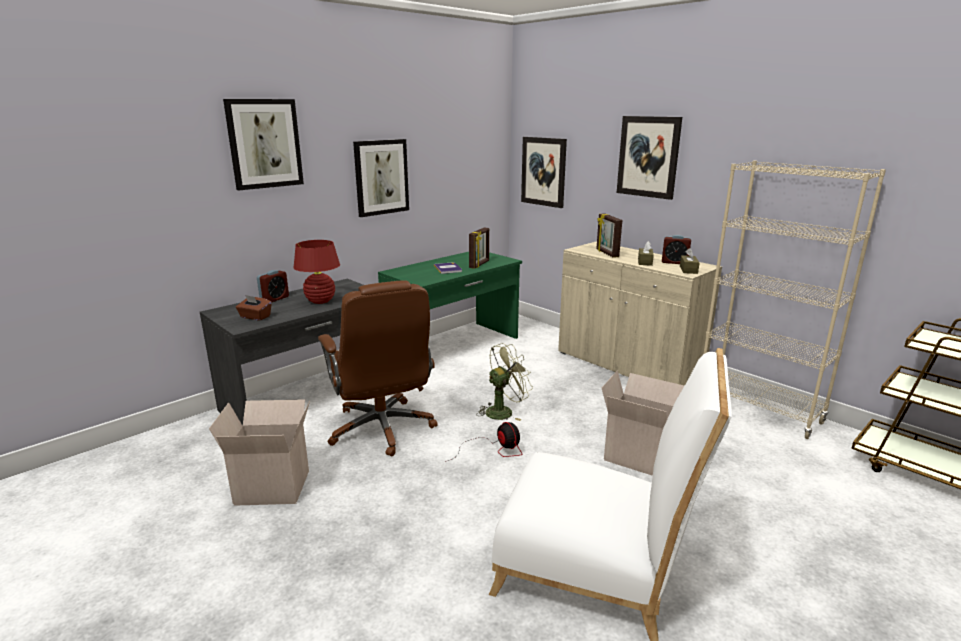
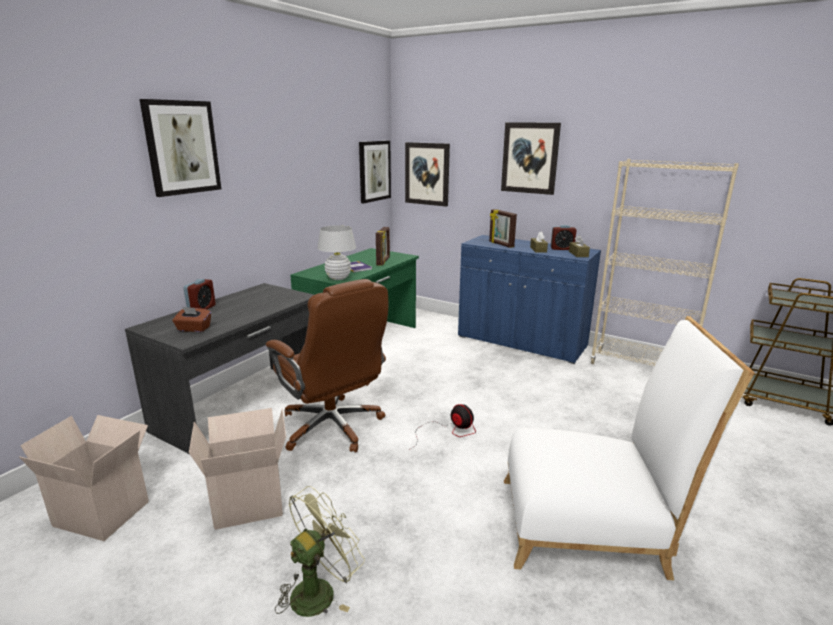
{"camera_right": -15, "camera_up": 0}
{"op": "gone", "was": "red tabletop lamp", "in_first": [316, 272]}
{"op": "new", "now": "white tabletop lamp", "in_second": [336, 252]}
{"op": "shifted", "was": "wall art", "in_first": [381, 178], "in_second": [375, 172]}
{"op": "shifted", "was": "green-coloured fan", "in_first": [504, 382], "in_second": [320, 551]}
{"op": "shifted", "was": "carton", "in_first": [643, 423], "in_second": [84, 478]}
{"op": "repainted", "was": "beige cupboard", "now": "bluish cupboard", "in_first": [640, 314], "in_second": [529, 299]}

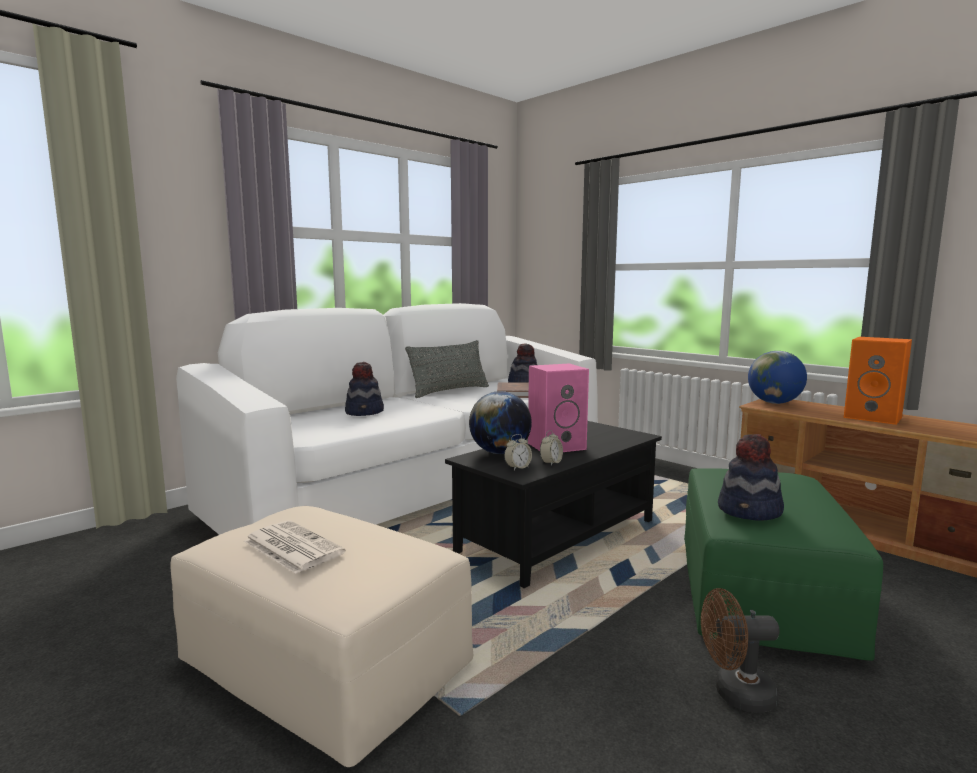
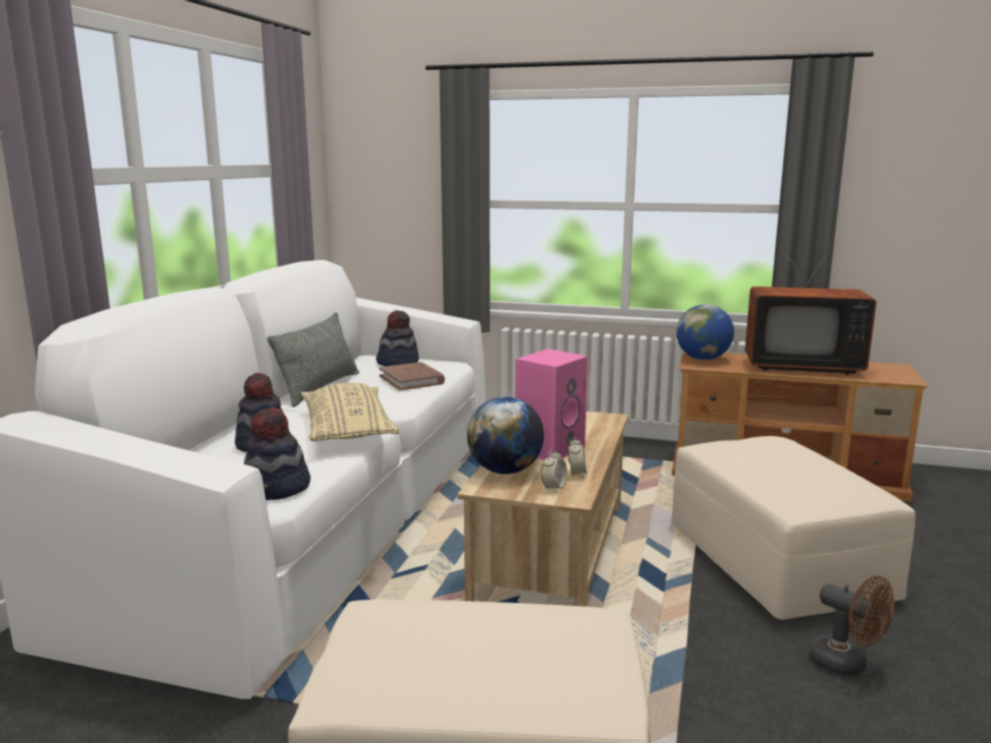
{"camera_right": -30, "camera_up": 5}
{"op": "gone", "was": "newspaper", "in_first": [295, 547]}
{"op": "new", "now": "beige pillow", "in_second": [350, 412]}
{"op": "shifted", "was": "wearable hat", "in_first": [751, 477], "in_second": [277, 453]}
{"op": "swapped", "was": "orangey speaker", "now": "television", "in_first": [878, 381], "in_second": [810, 312]}
{"op": "repainted", "was": "black-coloured coffee table", "now": "beige coffee table", "in_first": [553, 504], "in_second": [542, 509]}
{"op": "repainted", "was": "green-coloured pouffe", "now": "beige pouffe", "in_first": [783, 564], "in_second": [793, 528]}
{"op": "rotated", "was": "brownish fan", "in_first": [740, 650], "in_second": [852, 626], "clockwise": -105}

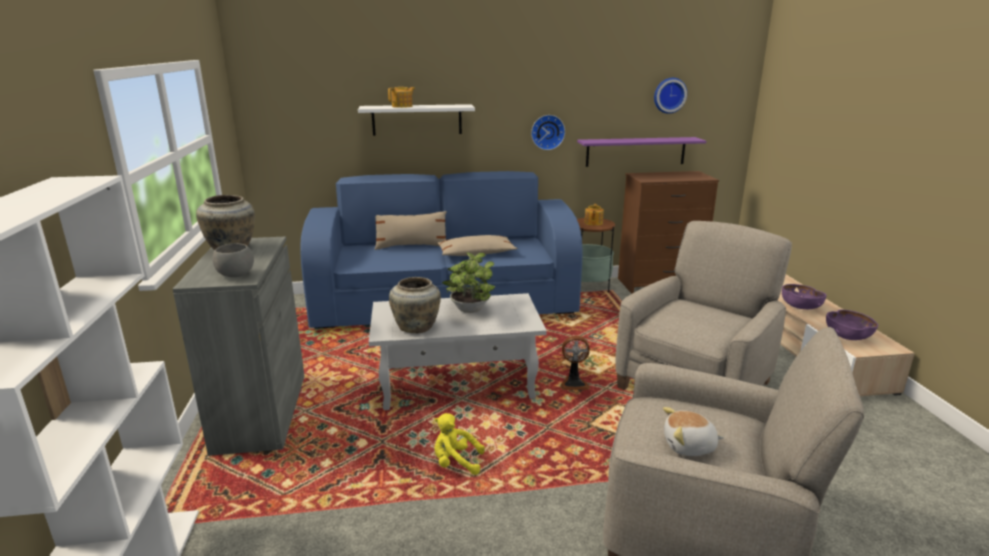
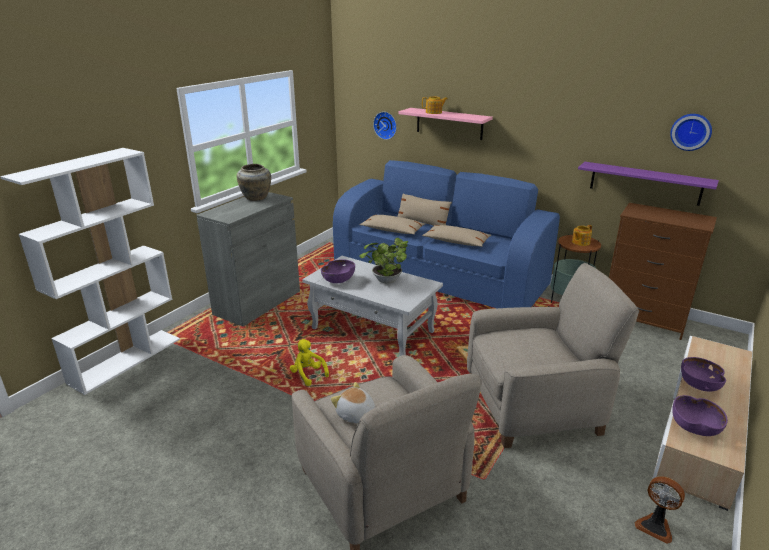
{"camera_right": 40, "camera_up": 5}
{"op": "gone", "was": "grey serving bowl", "in_first": [233, 260]}
{"op": "new", "now": "beige pillow", "in_second": [392, 224]}
{"op": "shifted", "was": "clock on the wall", "in_first": [548, 132], "in_second": [385, 126]}
{"op": "shifted", "was": "fan", "in_first": [575, 363], "in_second": [659, 510]}
{"op": "swapped", "was": "beige flower vase", "now": "purple-coloured serving bowl", "in_first": [415, 305], "in_second": [338, 271]}
{"op": "repainted", "was": "white wall shelf", "now": "pinkish wall shelf", "in_first": [416, 120], "in_second": [445, 124]}

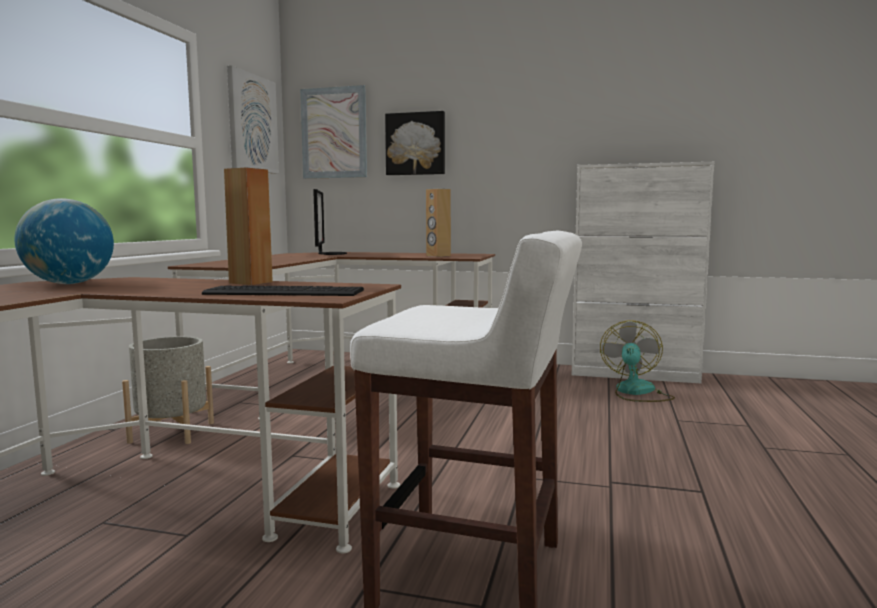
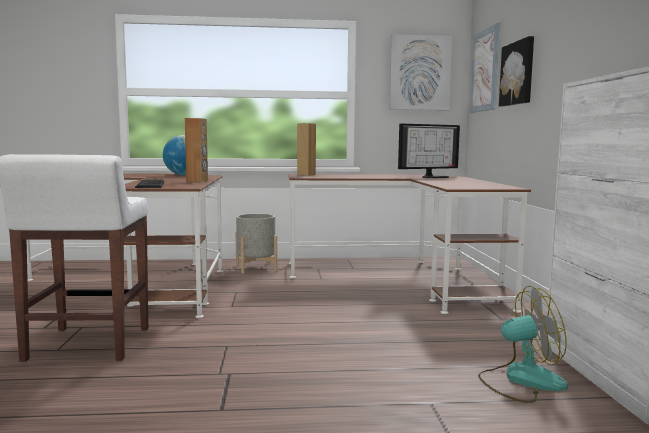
{"camera_right": 70, "camera_up": 0}
{"op": "shifted", "was": "brownish speaker", "in_first": [438, 223], "in_second": [306, 149]}

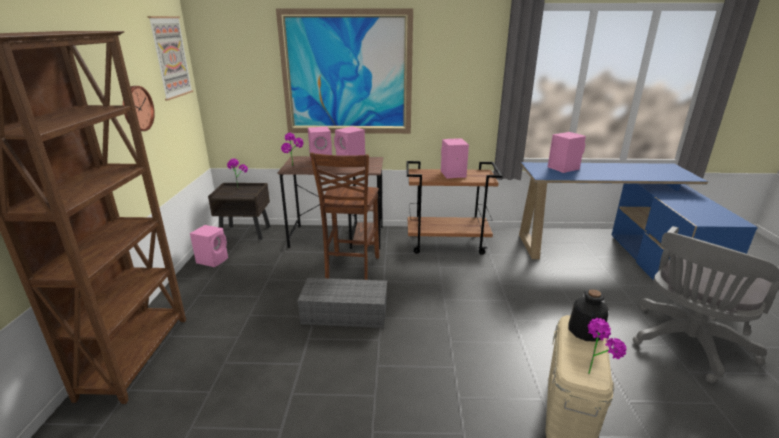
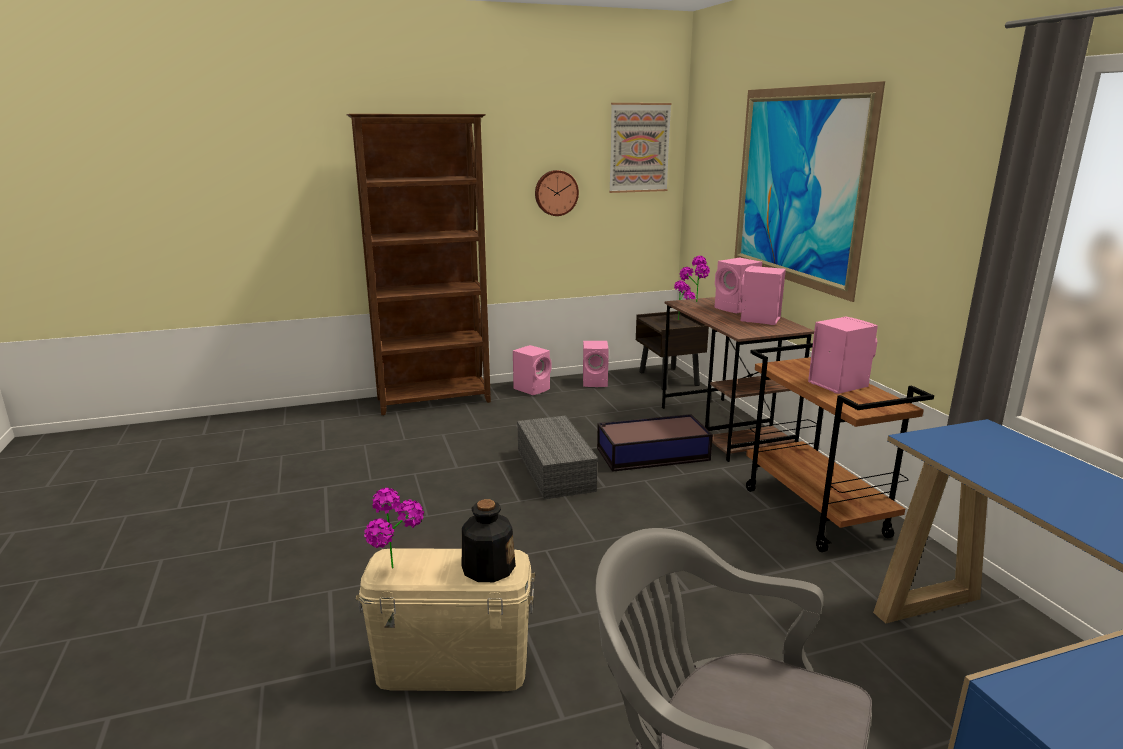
{"camera_right": 70, "camera_up": -5}
{"op": "shifted", "was": "pinkish speaker", "in_first": [567, 152], "in_second": [532, 370]}
{"op": "swapped", "was": "brownish upright chair", "now": "storage box", "in_first": [344, 216], "in_second": [655, 443]}

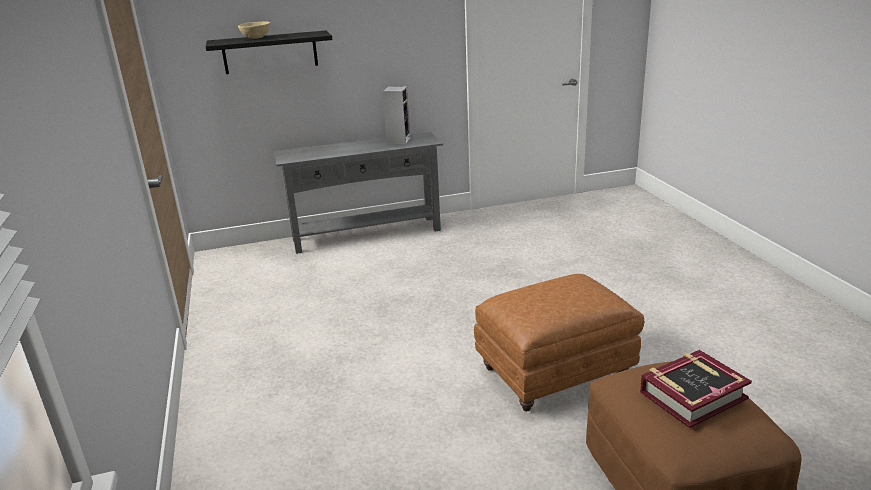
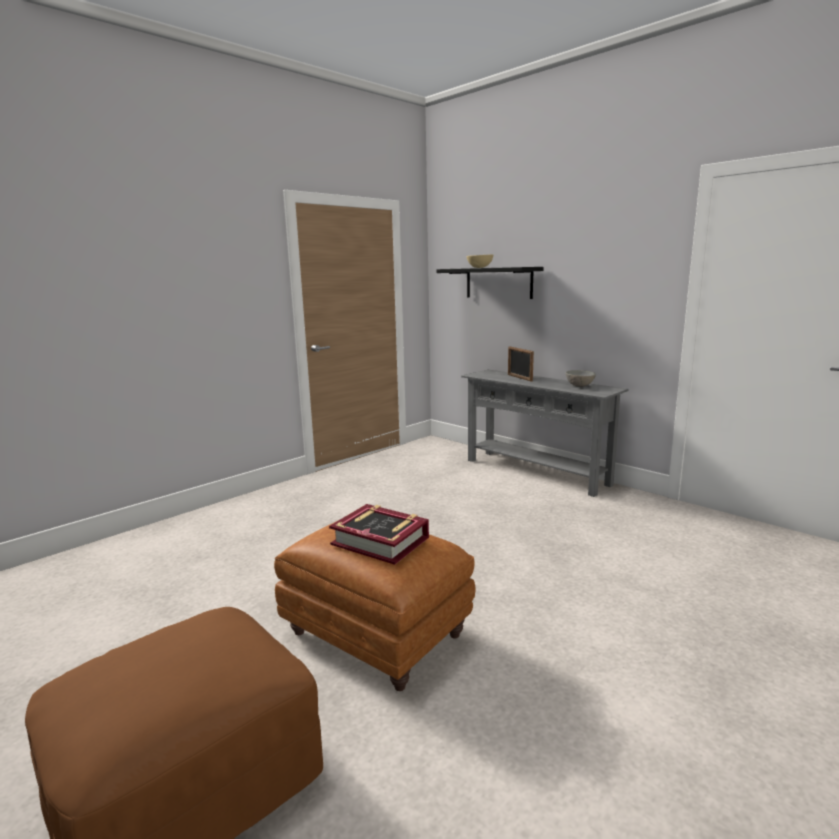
{"camera_right": 60, "camera_up": -10}
{"op": "new", "now": "picture frame", "in_second": [521, 364]}
{"op": "shifted", "was": "volume", "in_first": [696, 389], "in_second": [379, 534]}
{"op": "swapped", "was": "speaker", "now": "grey serving bowl", "in_first": [396, 115], "in_second": [580, 378]}

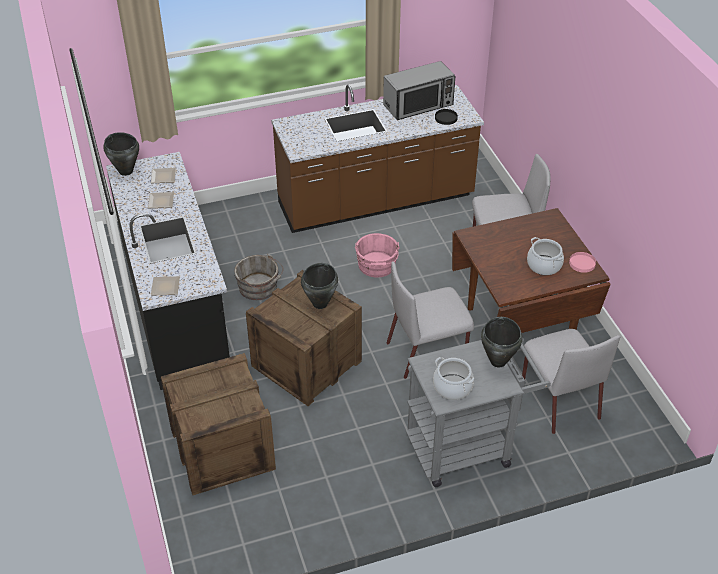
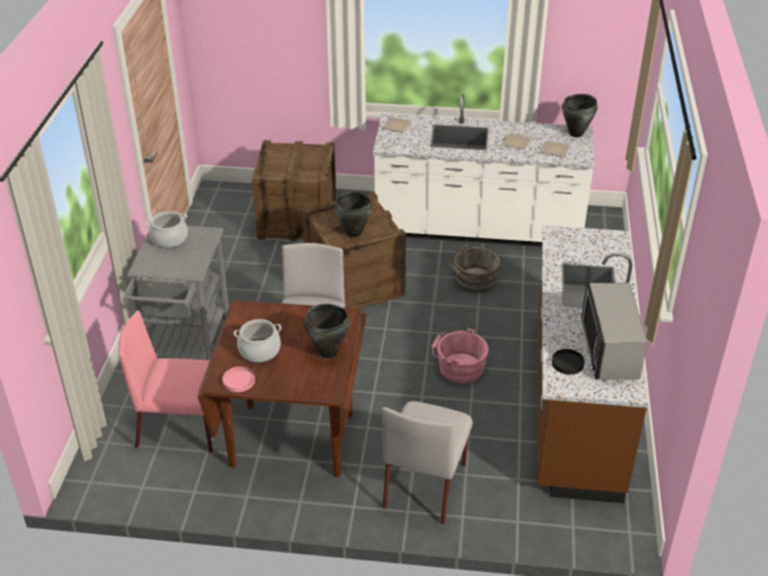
{"camera_right": 115, "camera_up": -5}
{"op": "shifted", "was": "black-coloured saucepot", "in_first": [502, 342], "in_second": [327, 331]}
{"op": "repainted", "was": "black-coloured counter", "now": "white counter", "in_first": [168, 271], "in_second": [484, 170]}
{"op": "repainted", "was": "grey upright chair", "now": "pinkish upright chair", "in_first": [571, 381], "in_second": [166, 381]}

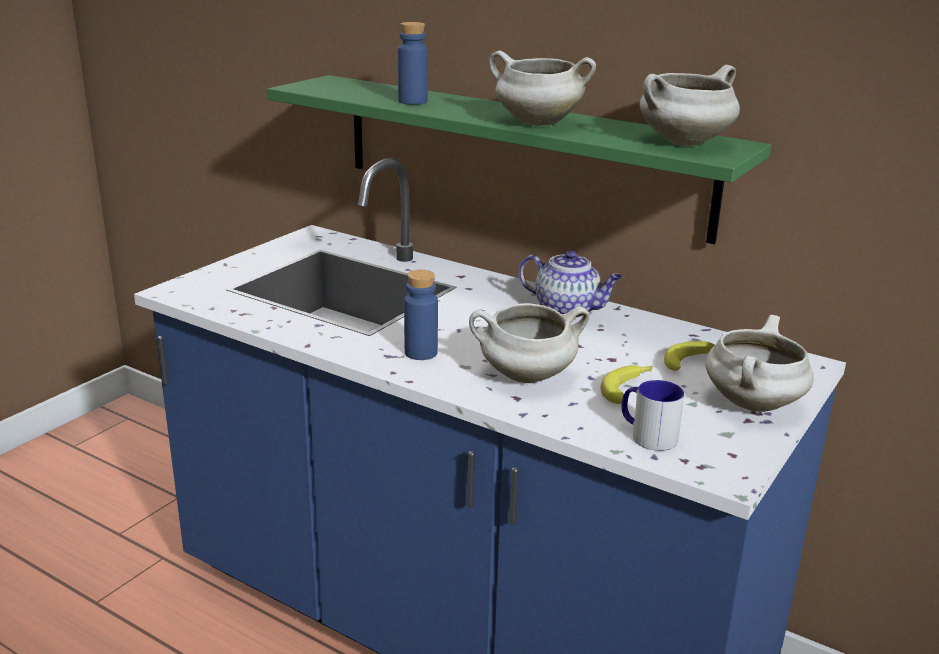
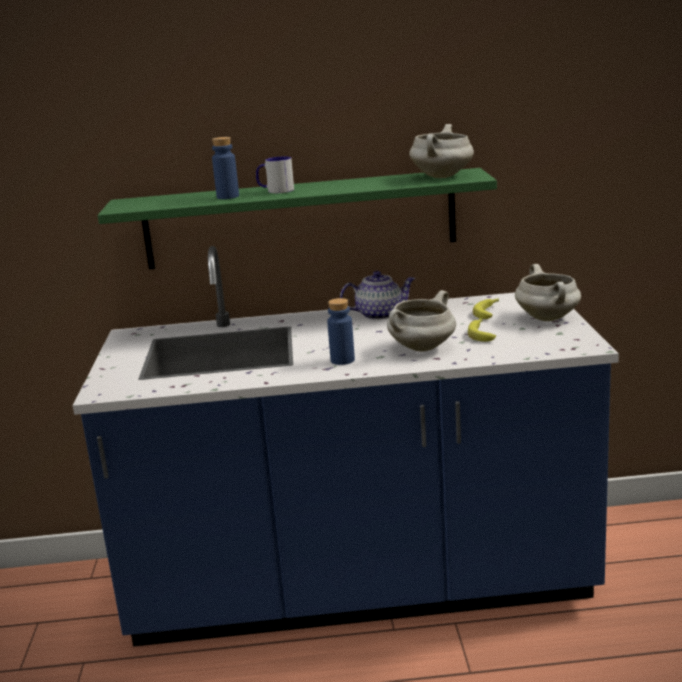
{"camera_right": -35, "camera_up": -5}
{"op": "gone", "was": "white saucepot", "in_first": [542, 88]}
{"op": "shifted", "was": "mug", "in_first": [653, 415], "in_second": [275, 175]}

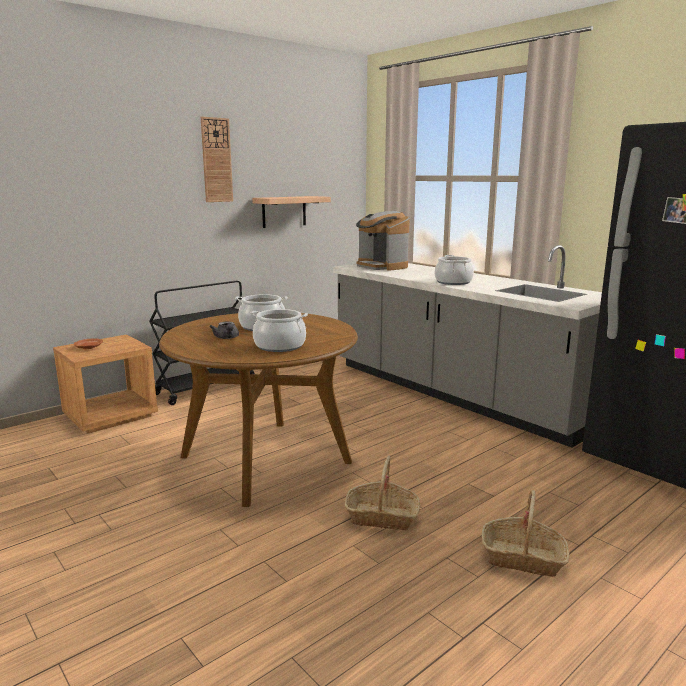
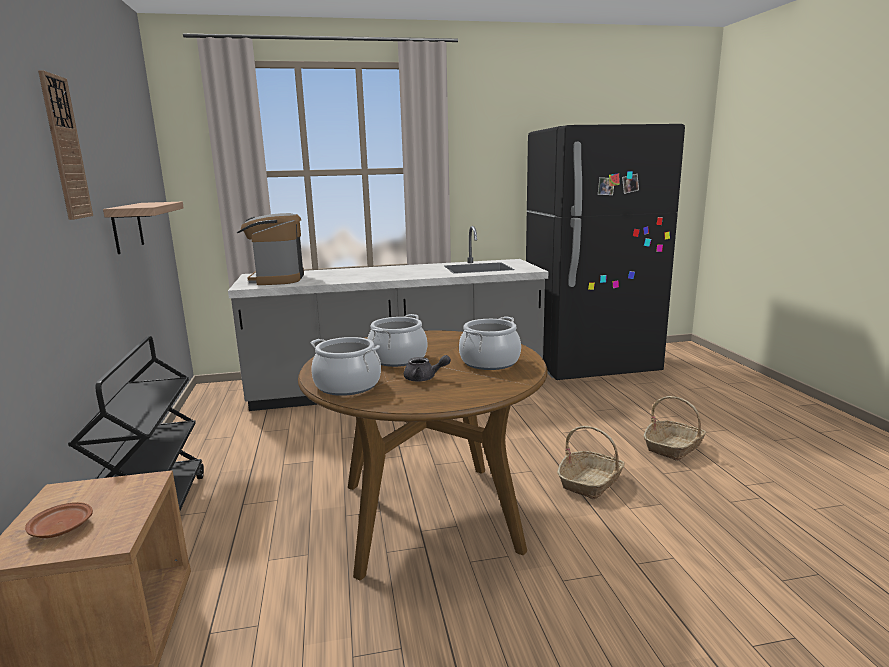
{"camera_right": -60, "camera_up": 0}
{"op": "shifted", "was": "saucepot", "in_first": [454, 270], "in_second": [345, 366]}
{"op": "rotated", "was": "coffee machine", "in_first": [383, 241], "in_second": [270, 249], "clockwise": 90}

